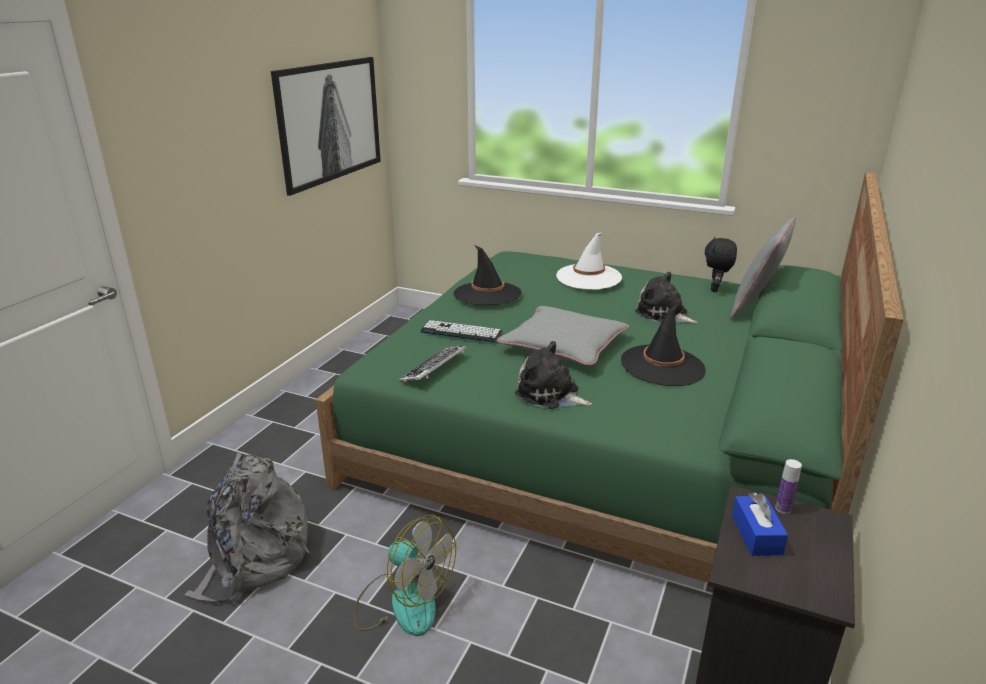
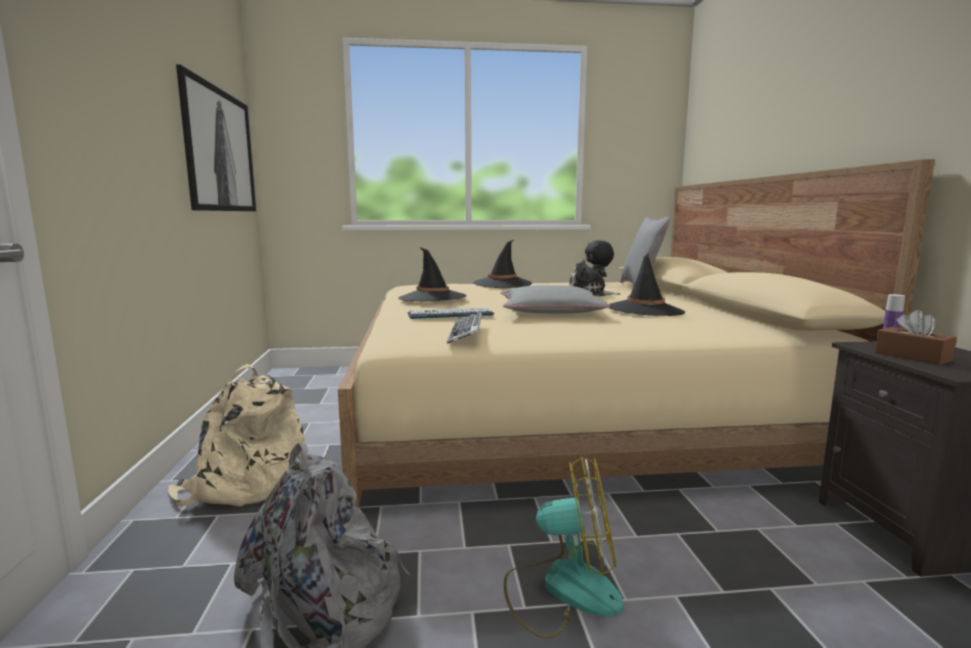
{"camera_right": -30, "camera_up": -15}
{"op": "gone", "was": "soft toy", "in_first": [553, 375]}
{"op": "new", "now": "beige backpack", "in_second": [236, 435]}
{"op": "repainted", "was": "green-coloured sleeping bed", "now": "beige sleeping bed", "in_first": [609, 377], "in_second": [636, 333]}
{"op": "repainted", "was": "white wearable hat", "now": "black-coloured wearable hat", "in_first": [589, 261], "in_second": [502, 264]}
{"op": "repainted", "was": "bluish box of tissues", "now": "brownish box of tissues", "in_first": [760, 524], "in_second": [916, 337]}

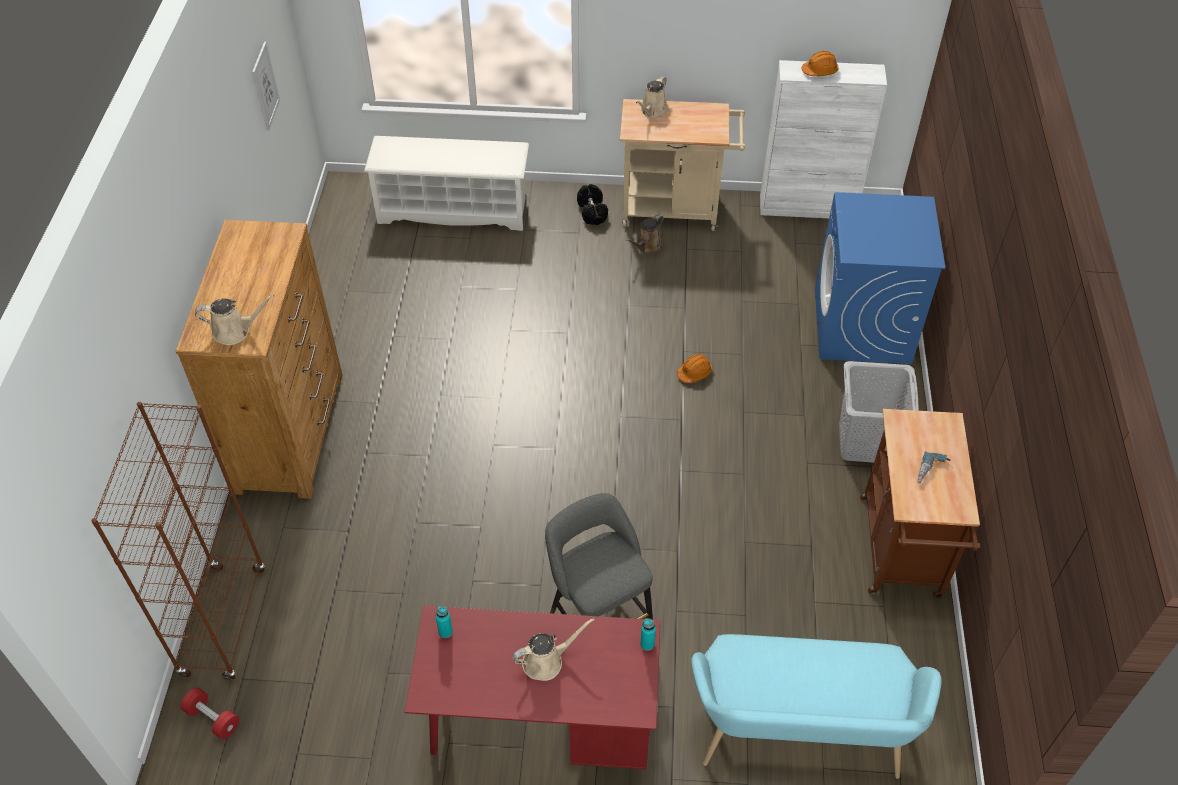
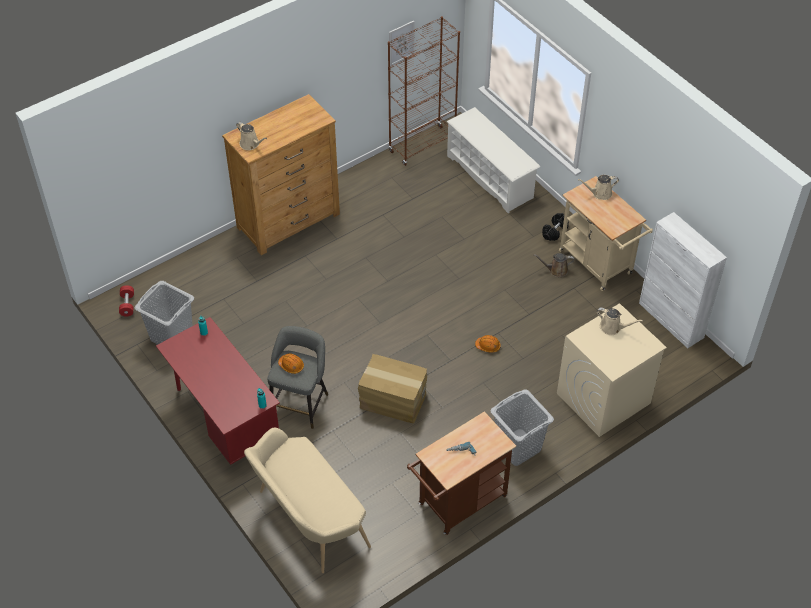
{"camera_right": 50, "camera_up": 0}
{"op": "new", "now": "grey laundry basket", "in_second": [164, 313]}
{"op": "new", "now": "carton", "in_second": [392, 389]}
{"op": "shifted", "was": "brownish bookcase", "in_first": [178, 541], "in_second": [424, 91]}
{"op": "shifted", "was": "beige watering pot", "in_first": [553, 649], "in_second": [620, 321]}
{"op": "shifted", "was": "orangey hard hat", "in_first": [820, 63], "in_second": [291, 363]}
{"op": "repainted", "was": "turquoise indoor bench", "now": "beige indoor bench", "in_first": [816, 706], "in_second": [307, 500]}
{"op": "repainted", "was": "bluish washing machine", "now": "beige washing machine", "in_first": [880, 278], "in_second": [612, 370]}

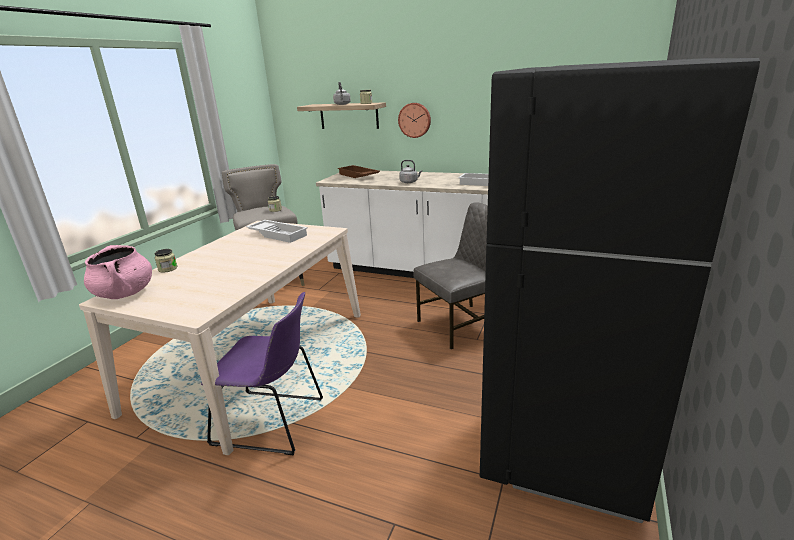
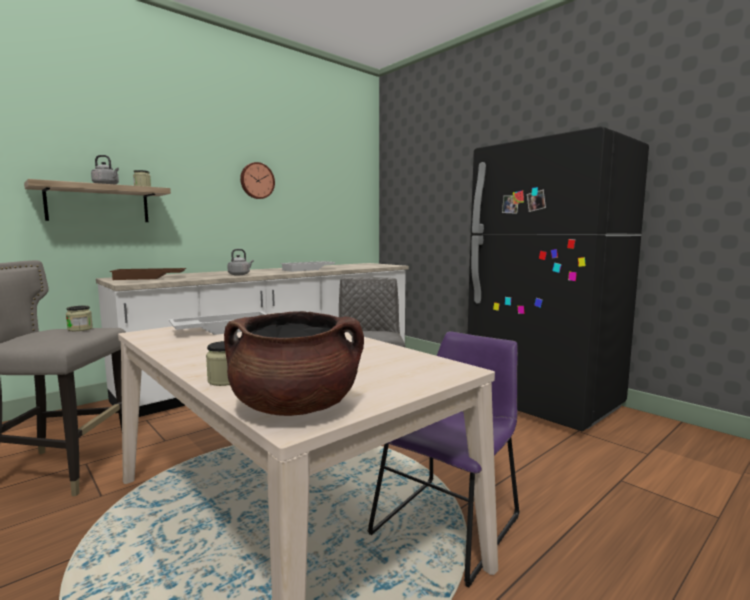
{"camera_right": -65, "camera_up": -15}
{"op": "shifted", "was": "clock on the wall", "in_first": [414, 120], "in_second": [257, 180]}
{"op": "repainted", "was": "pinkish saucepot", "now": "brownish saucepot", "in_first": [118, 272], "in_second": [294, 363]}

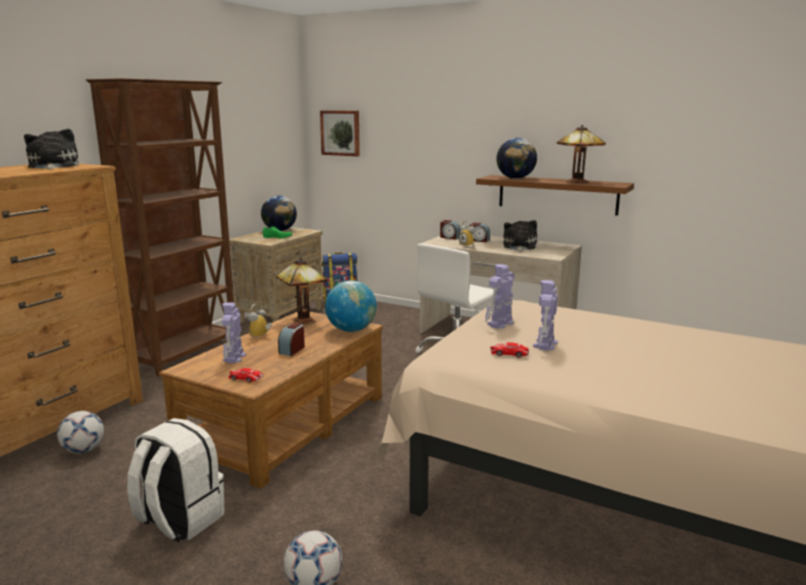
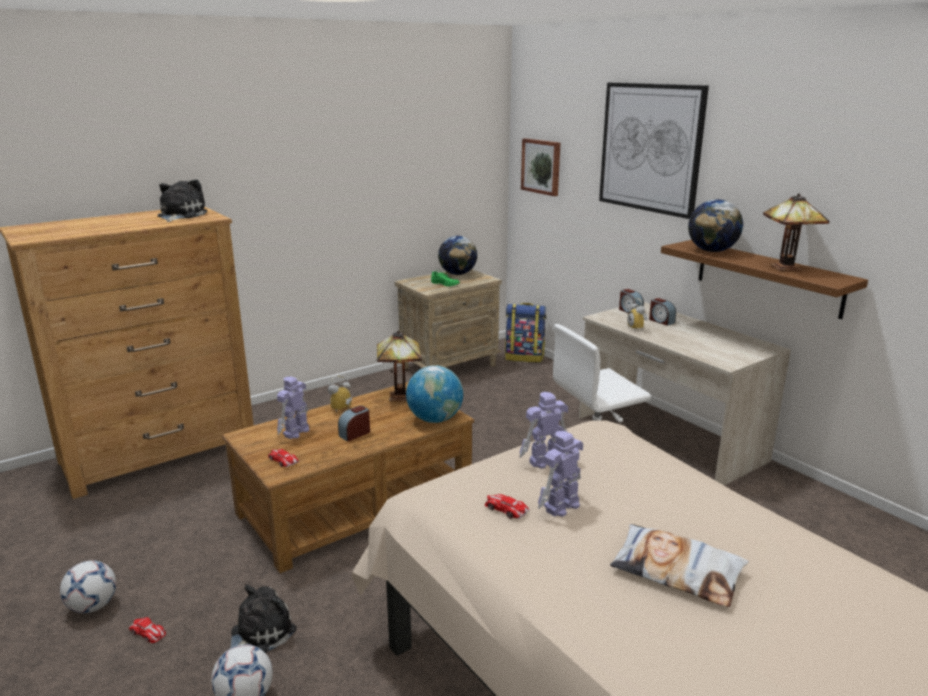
{"camera_right": 25, "camera_up": 5}
{"op": "gone", "was": "brownish bookcase", "in_first": [160, 227]}
{"op": "gone", "was": "white backpack", "in_first": [176, 480]}
{"op": "new", "now": "toy car", "in_second": [147, 630]}
{"op": "new", "now": "wall art", "in_second": [654, 151]}
{"op": "new", "now": "pillow", "in_second": [679, 565]}
{"op": "shifted", "was": "football", "in_first": [80, 432], "in_second": [88, 586]}
{"op": "shifted", "was": "soft toy", "in_first": [520, 236], "in_second": [264, 619]}

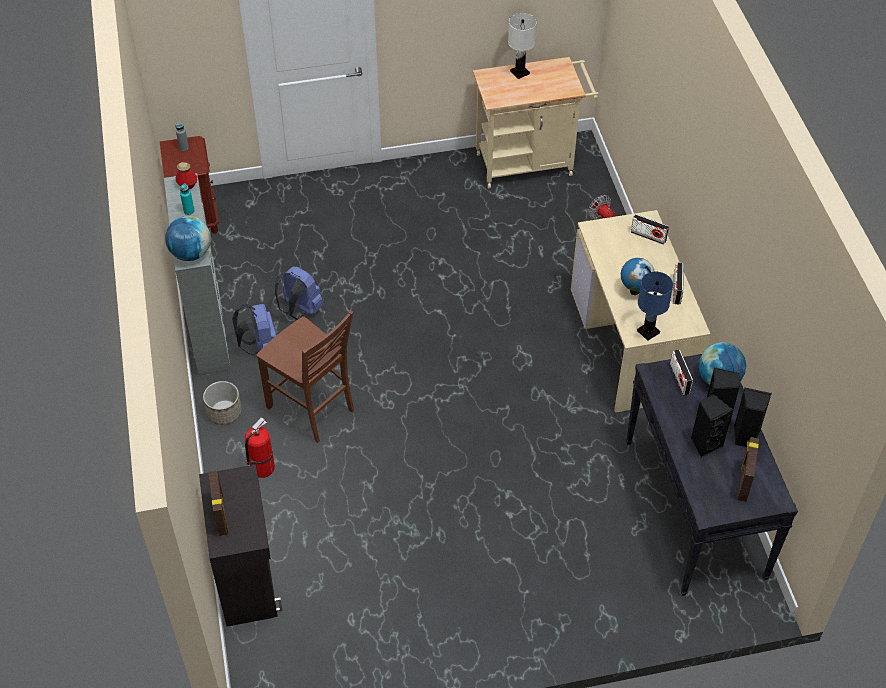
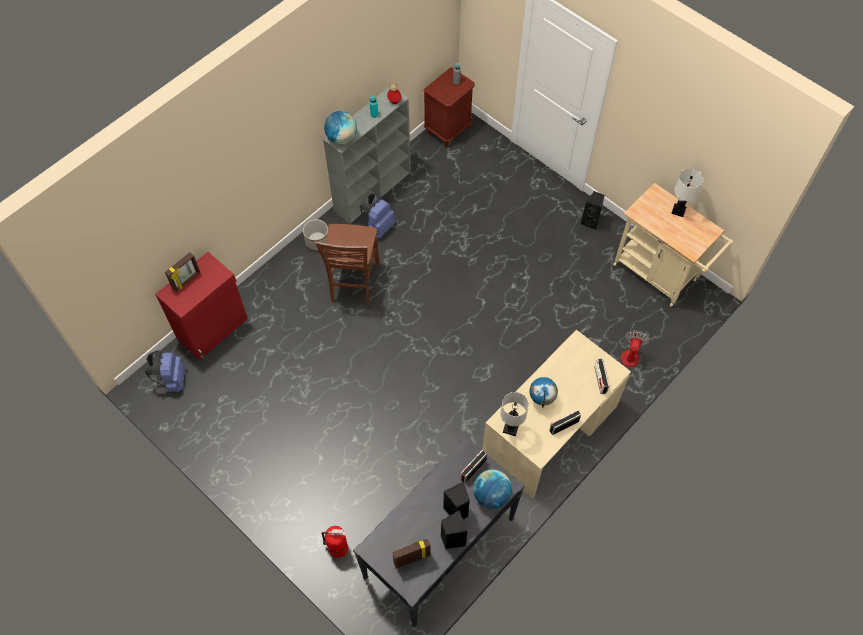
{"camera_right": 55, "camera_up": 10}
{"op": "shifted", "was": "fire extinguisher", "in_first": [260, 447], "in_second": [334, 542]}
{"op": "shifted", "was": "bluish backpack", "in_first": [299, 293], "in_second": [165, 371]}
{"op": "shifted", "was": "black-coloured speaker", "in_first": [712, 426], "in_second": [593, 210]}
{"op": "repainted", "was": "black-coloured cupboard", "now": "red cupboard", "in_first": [241, 545], "in_second": [201, 306]}
{"op": "repainted", "was": "bluish tabletop lamp", "now": "white tabletop lamp", "in_first": [655, 306], "in_second": [514, 414]}

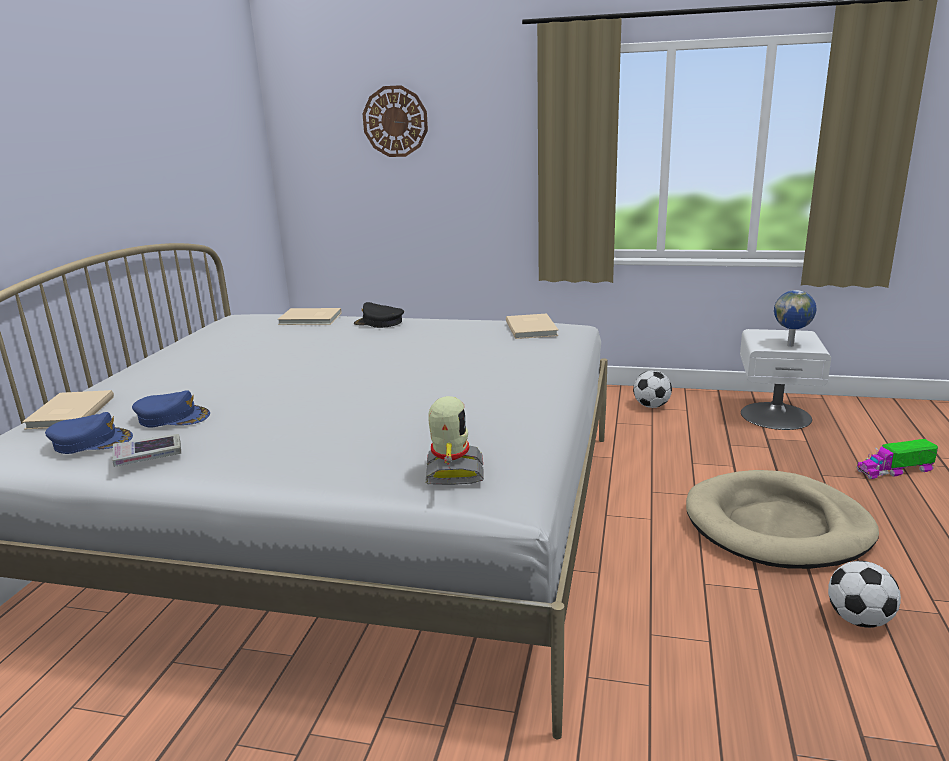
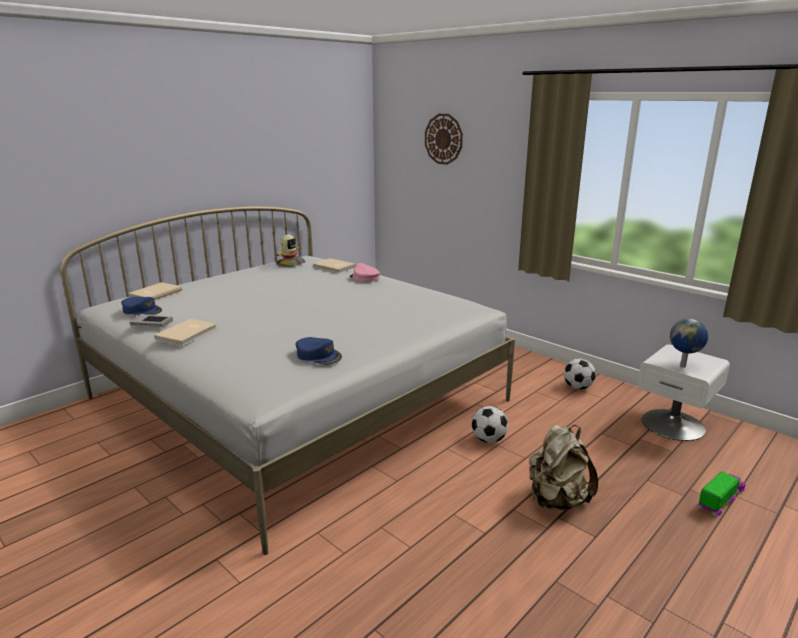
{"camera_right": 30, "camera_up": 0}
{"op": "shifted", "was": "bluish peaked cap", "in_first": [171, 409], "in_second": [319, 351]}
{"op": "shifted", "was": "toy robot", "in_first": [455, 440], "in_second": [289, 250]}
{"op": "shifted", "was": "beige volume", "in_first": [532, 326], "in_second": [185, 332]}
{"op": "shifted", "was": "football", "in_first": [864, 594], "in_second": [489, 424]}
{"op": "swapped", "was": "beige dog bed", "now": "beige backpack", "in_first": [782, 519], "in_second": [563, 467]}
{"op": "repainted", "was": "black-coloured peaked cap", "now": "pinkish peaked cap", "in_first": [379, 315], "in_second": [365, 272]}
{"op": "rotated", "was": "toy lorry", "in_first": [897, 459], "in_second": [721, 493], "clockwise": 120}

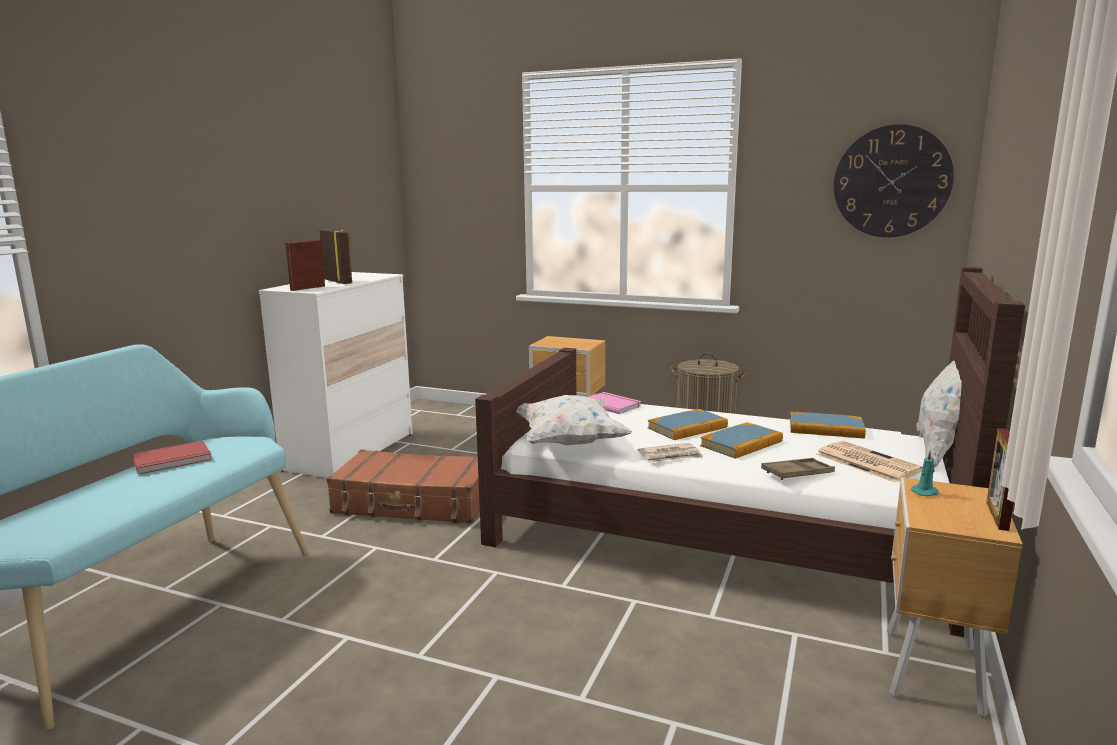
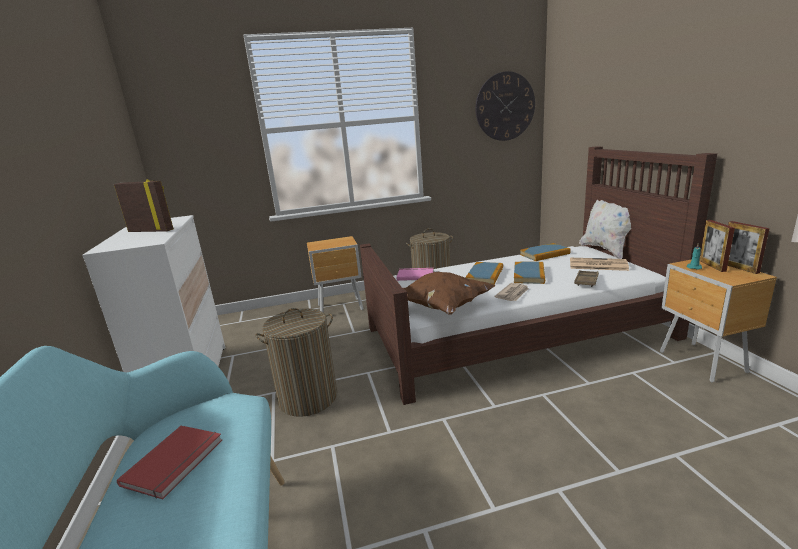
{"camera_right": -35, "camera_up": 5}
{"op": "shifted", "was": "picture frame", "in_first": [305, 265], "in_second": [717, 246]}
{"op": "swapped", "was": "brownish suitcase", "now": "laundry basket", "in_first": [403, 487], "in_second": [296, 362]}
{"op": "repainted", "was": "white pillow", "now": "brownish pillow", "in_first": [574, 420], "in_second": [449, 293]}

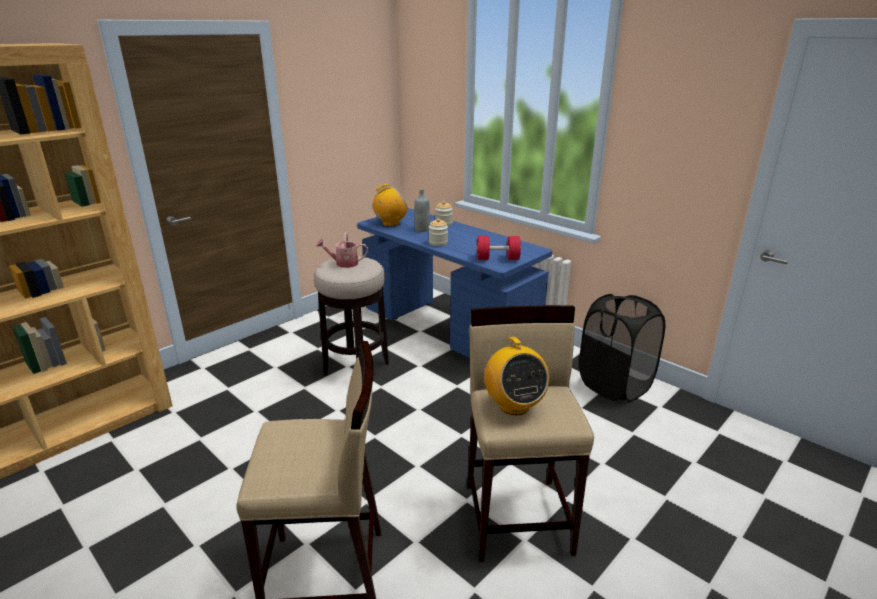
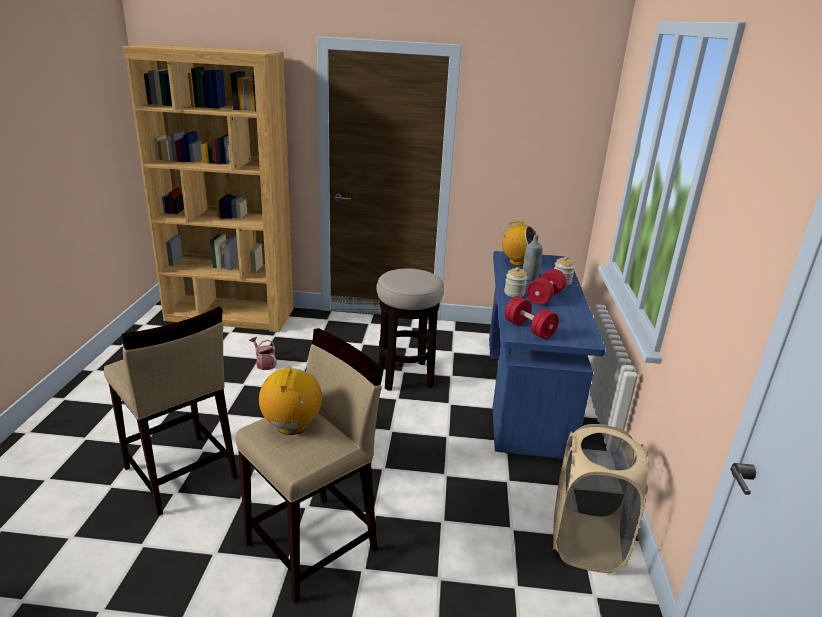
{"camera_right": 50, "camera_up": 0}
{"op": "new", "now": "red dumbbell", "in_second": [546, 287]}
{"op": "shifted", "was": "watering pot", "in_first": [342, 250], "in_second": [263, 353]}
{"op": "repainted", "was": "black-coloured laundry basket", "now": "beige laundry basket", "in_first": [622, 348], "in_second": [601, 498]}
{"op": "rotated", "was": "radio", "in_first": [516, 376], "in_second": [290, 401], "clockwise": 150}

